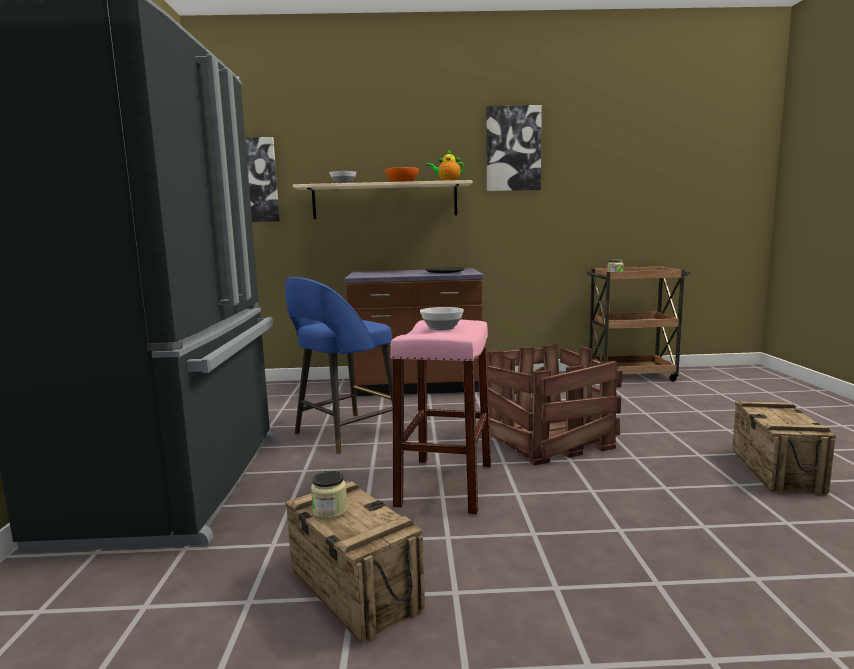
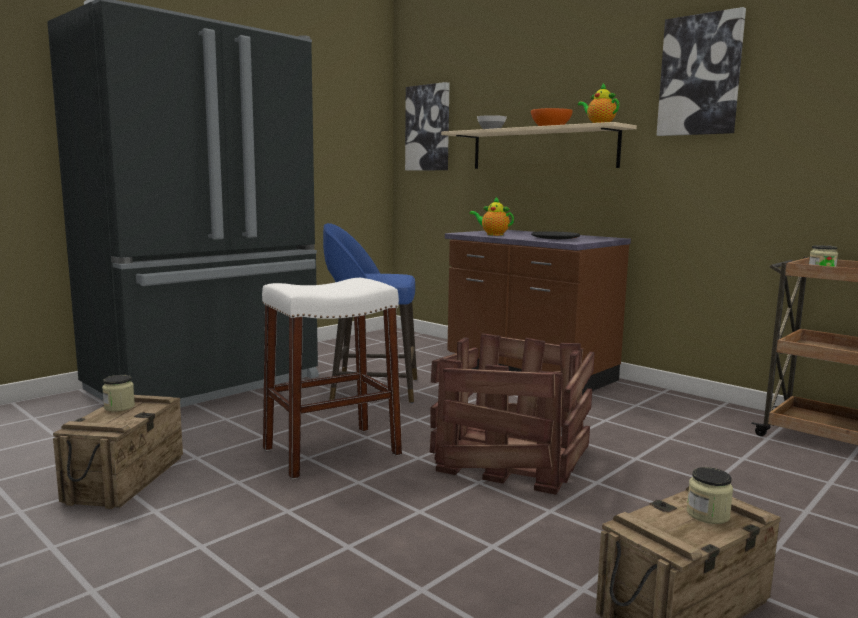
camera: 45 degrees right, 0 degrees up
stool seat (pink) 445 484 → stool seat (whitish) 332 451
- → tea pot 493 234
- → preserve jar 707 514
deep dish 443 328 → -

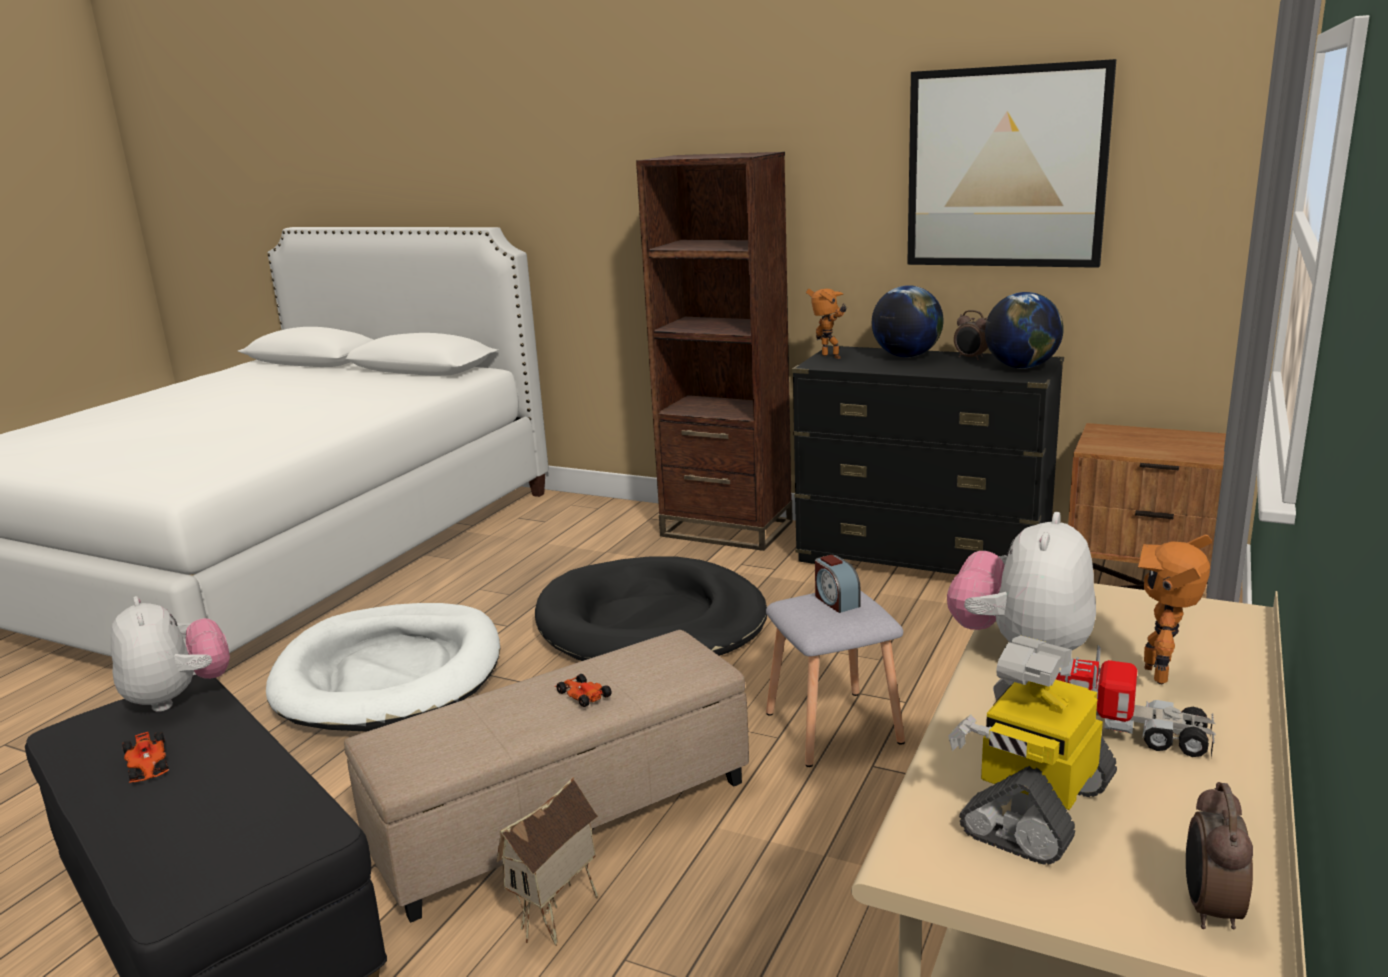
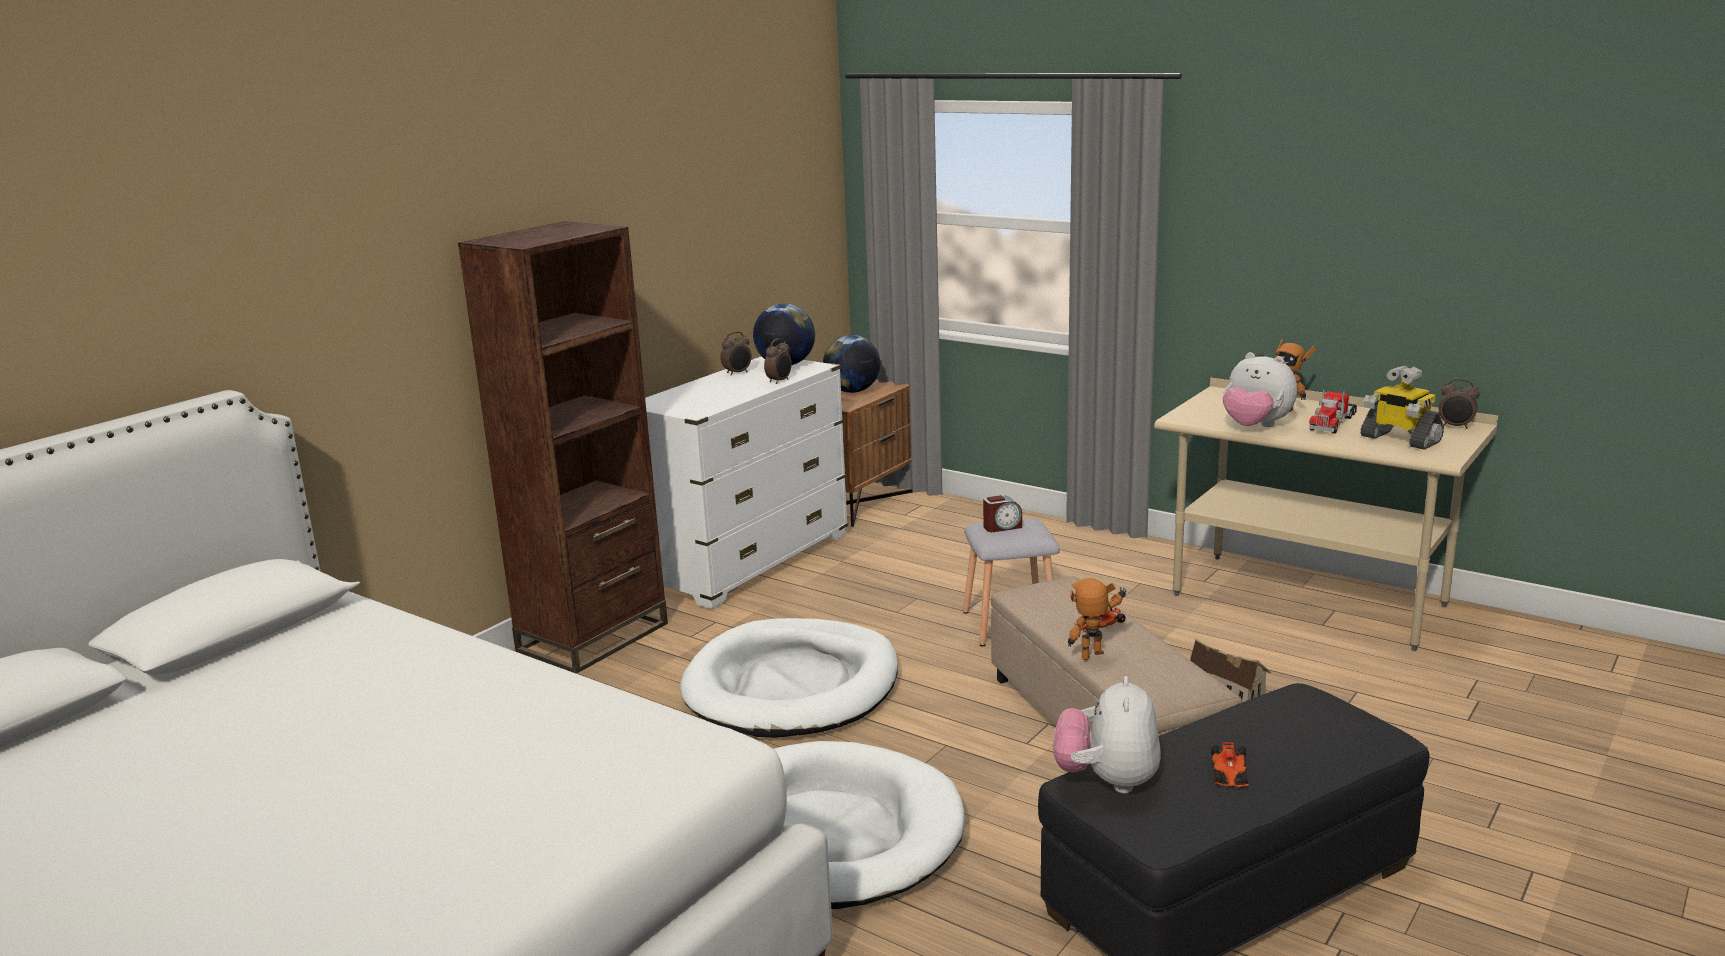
camera: 80 degrees left, 0 degrees up
chest of drawers (black) 923 559 → chest of drawers (whitish) 748 562
pet bed (black) 651 623 → pet bed (whitish) 792 686
- → table clock 779 381
desk globe 906 356 → desk globe 852 391, moved
cuddly toy 178 697 → cuddly toy 1107 781, 60 degrees counterclockwise
model robot 829 357 → model robot 1095 658, moved
model car 148 765 → model car 1229 773, 120 degrees clockwise
picture 1006 168 → -

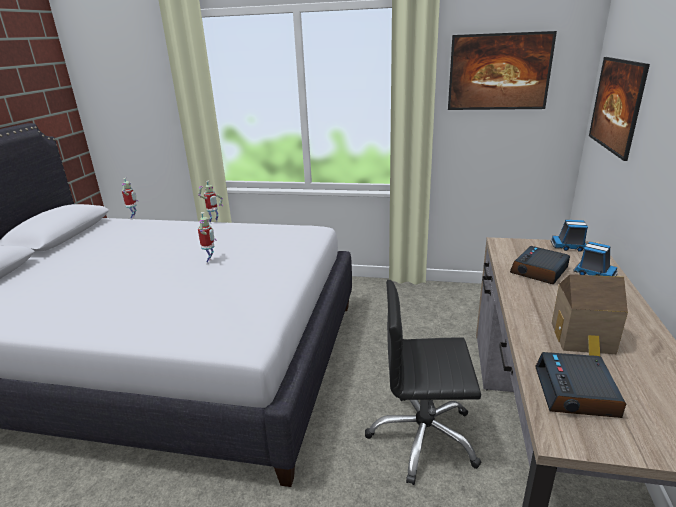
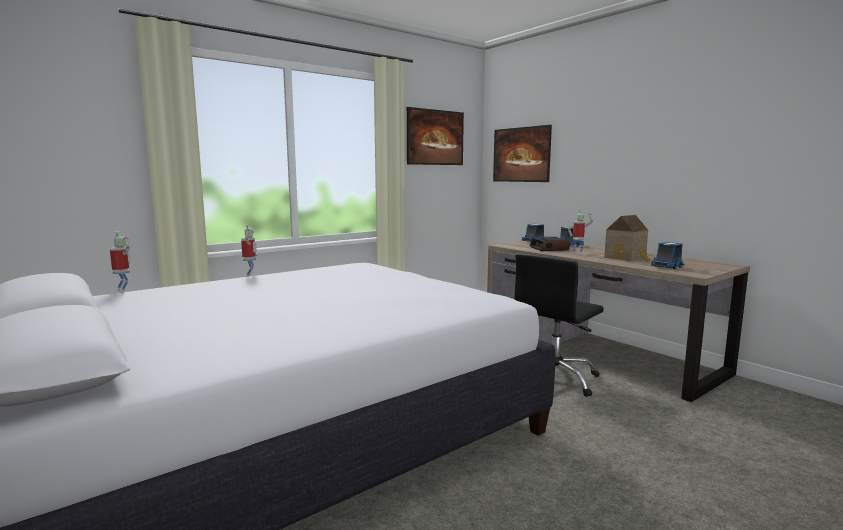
camera: 50 degrees left, 15 degrees down
model robot 210 262 → model robot 577 253, moved
table clock 576 393 → toy truck 667 267

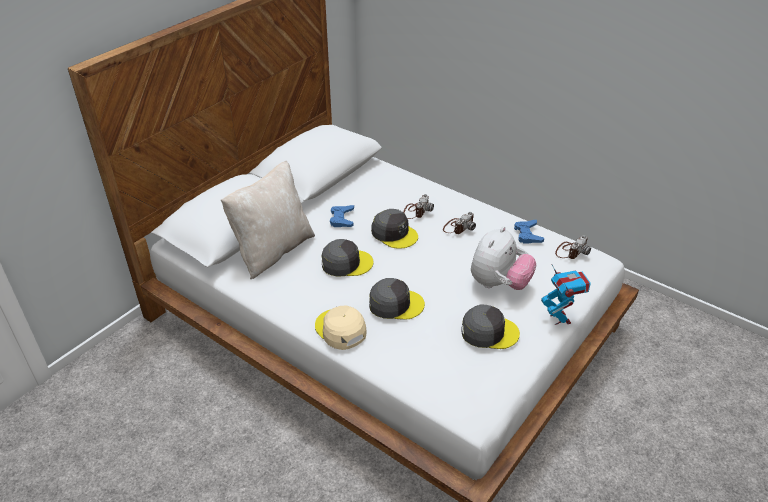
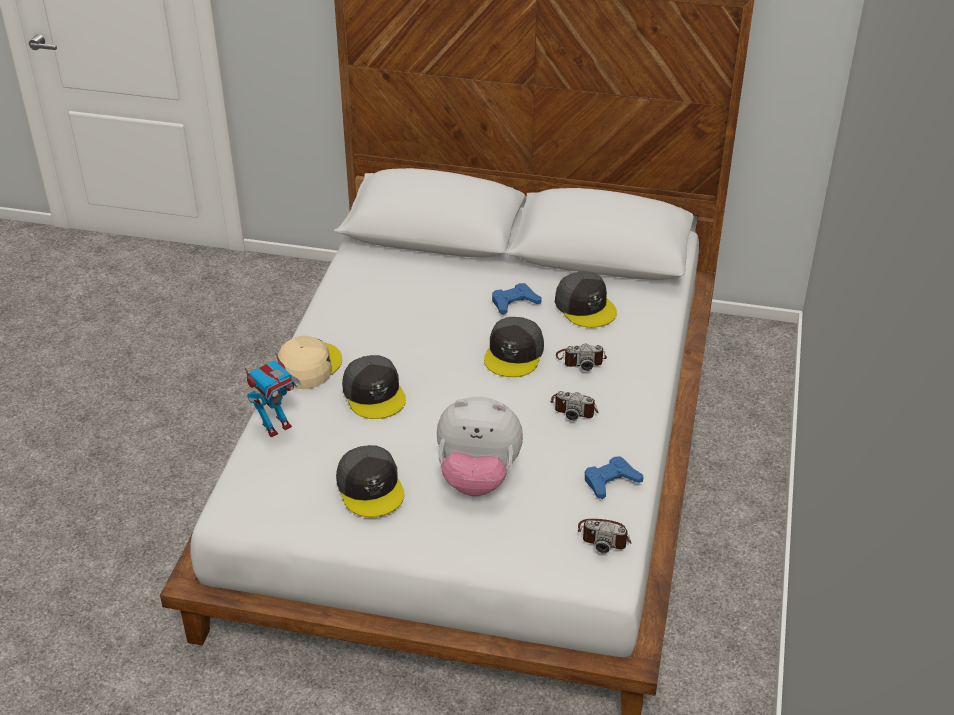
camera: 65 degrees right, 0 degrees up
model robot 560 318 → model robot 276 426, moved
peaked cap (greyish) 346 263 → peaked cap (greyish) 585 306, moved
throw pillow (beige-coloured) 273 250 → -

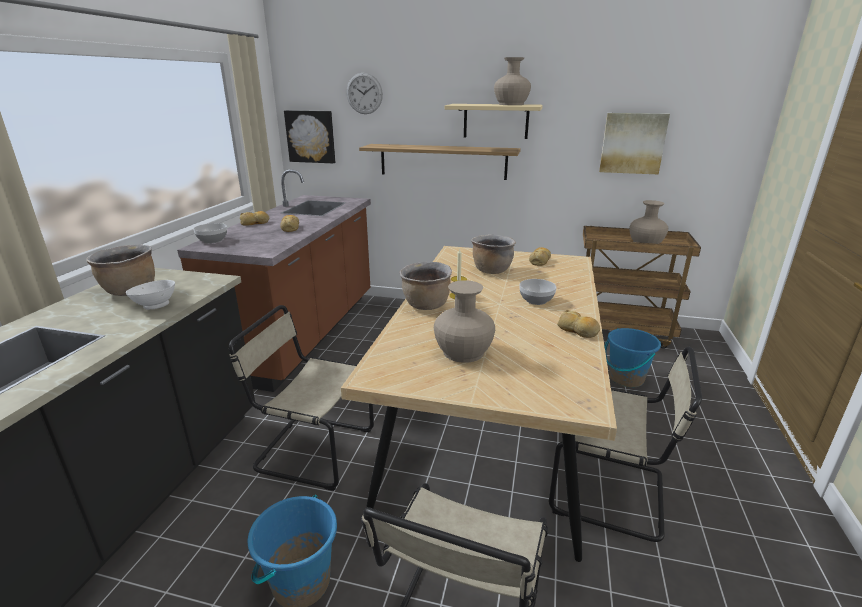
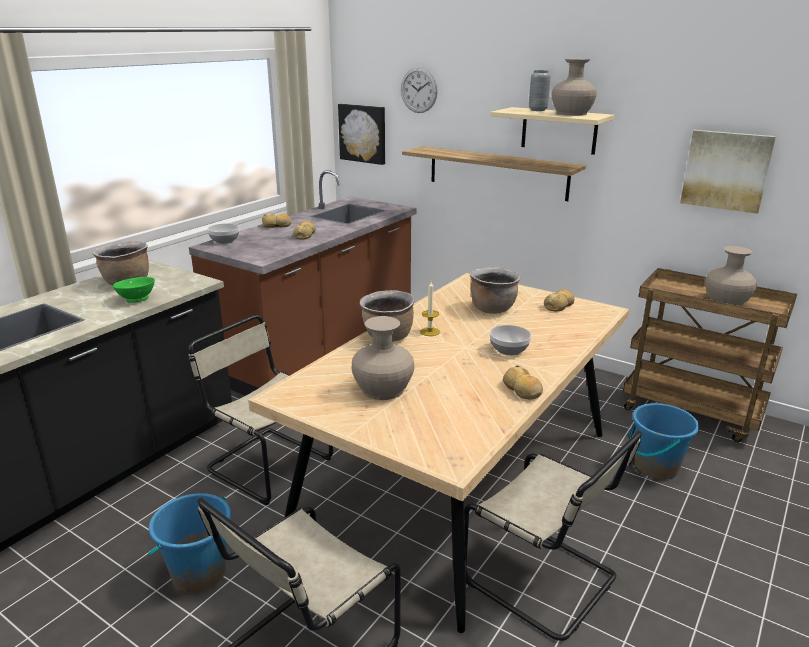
camera: 20 degrees right, 0 degrees up
deep dish (whitish) 156 305 → deep dish (greenish) 137 299
- → decorative vase (greyish) 537 110

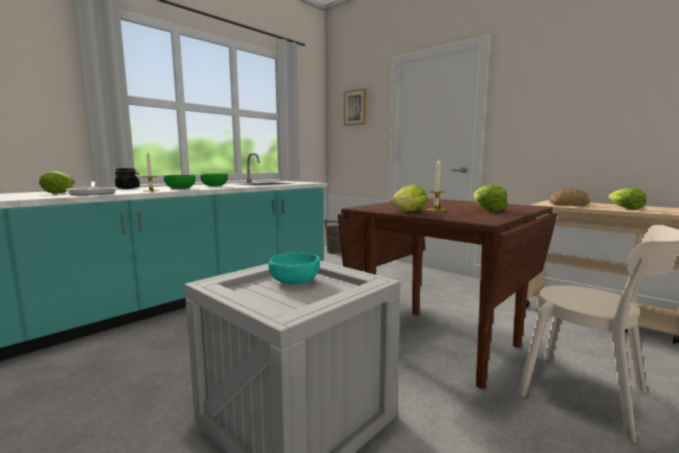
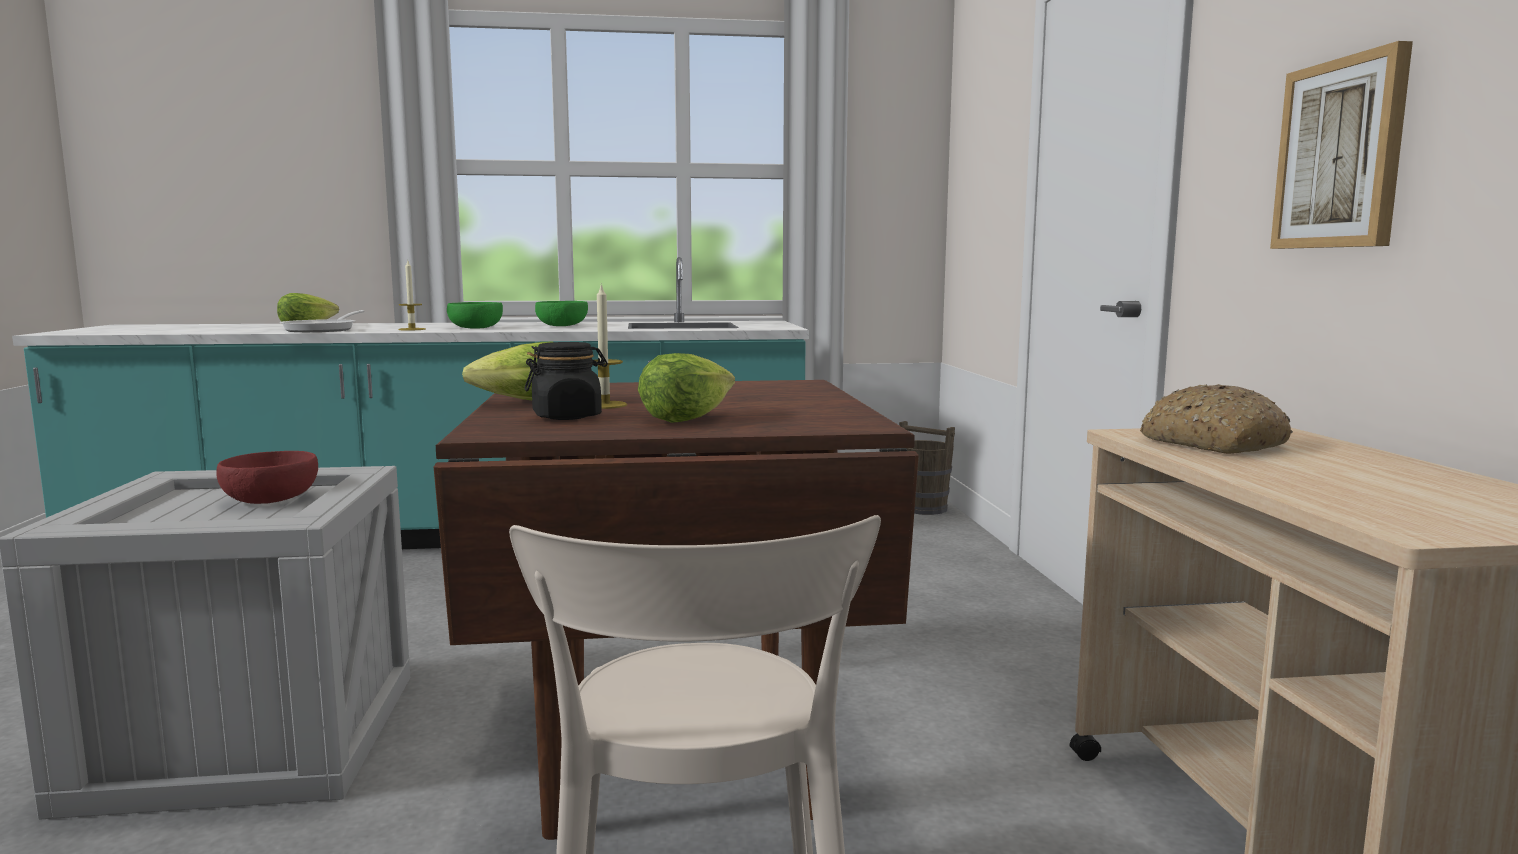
camera: 40 degrees right, 0 degrees up
deep dish (turquoise) 295 280 → deep dish (red-coloured) 272 499
preserve jar (black) 128 188 → preserve jar (black) 567 416, moved
picture 355 107 → picture 1341 154, moved
lettuce 624 208 → -

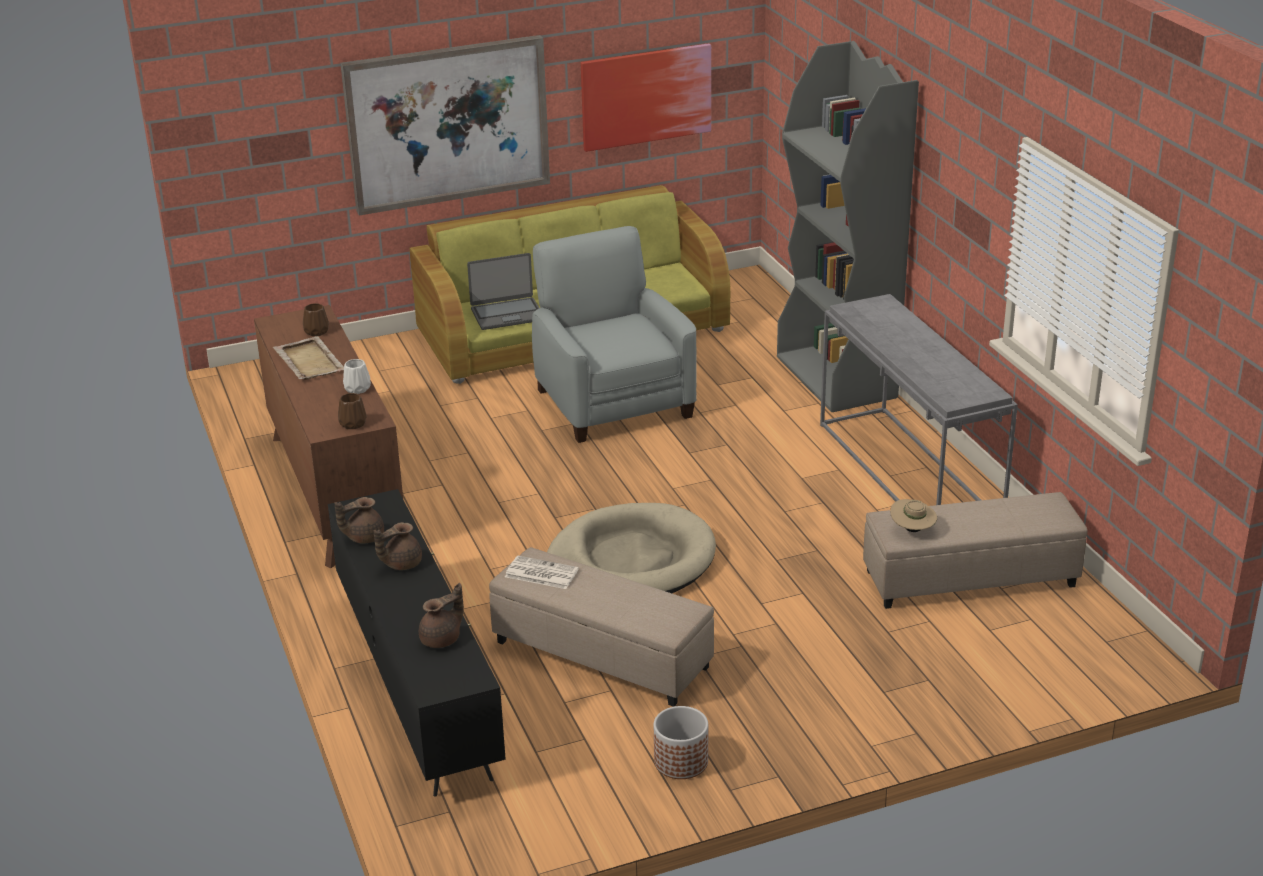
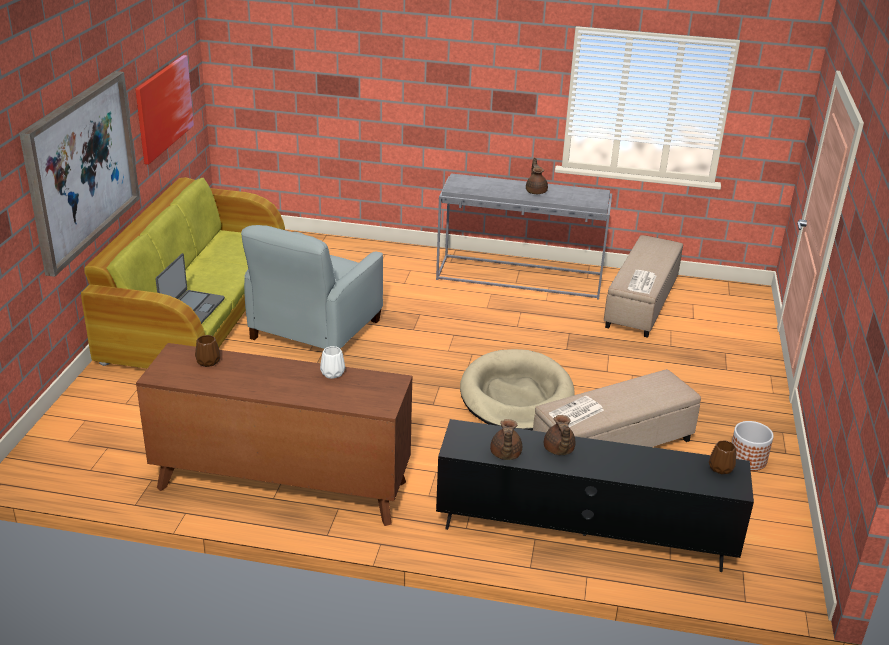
camera: 60 degrees left, 0 degrees up
lounge chair (greyish) 613 402 → lounge chair (greyish) 314 330, 75 degrees counterclockwise
tea pot (brownish) 442 639 → tea pot (brownish) 536 191, moved
clothing hat (beige-coloured) 912 530 → daily paper 642 283
decorative vase (brownish) 352 424 → decorative vase (brownish) 720 468, moved
serving tray (beige-coloured) 309 361 → -
bookshelf (greyish) 837 378 → -

